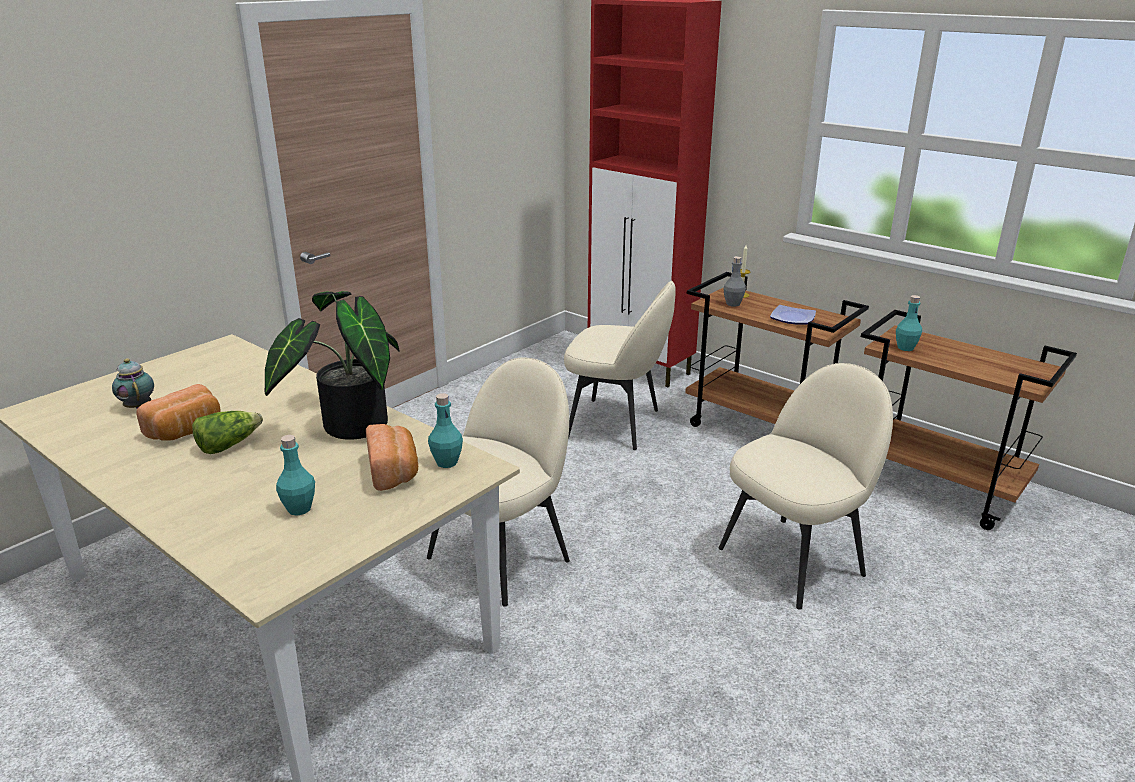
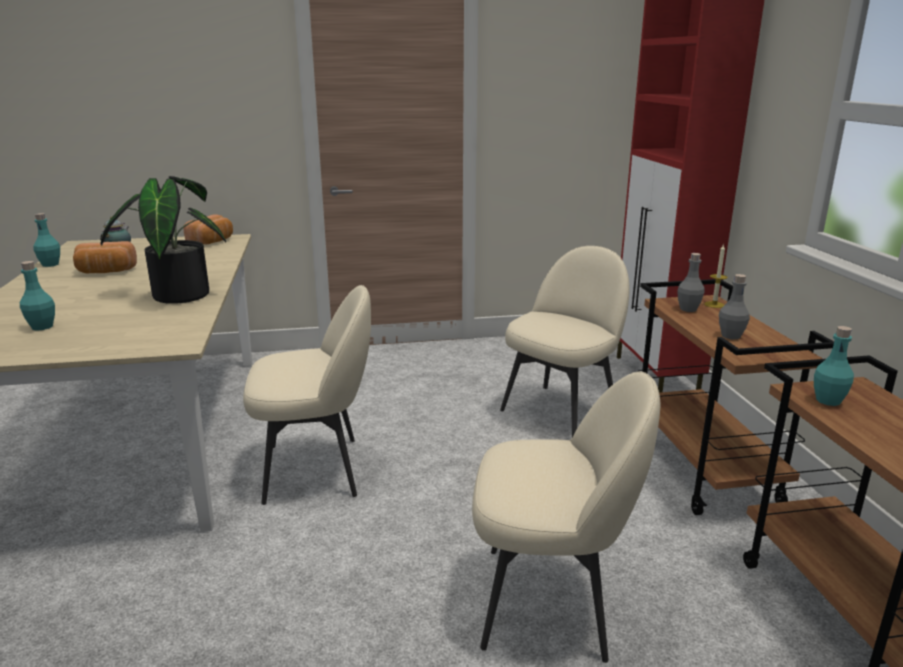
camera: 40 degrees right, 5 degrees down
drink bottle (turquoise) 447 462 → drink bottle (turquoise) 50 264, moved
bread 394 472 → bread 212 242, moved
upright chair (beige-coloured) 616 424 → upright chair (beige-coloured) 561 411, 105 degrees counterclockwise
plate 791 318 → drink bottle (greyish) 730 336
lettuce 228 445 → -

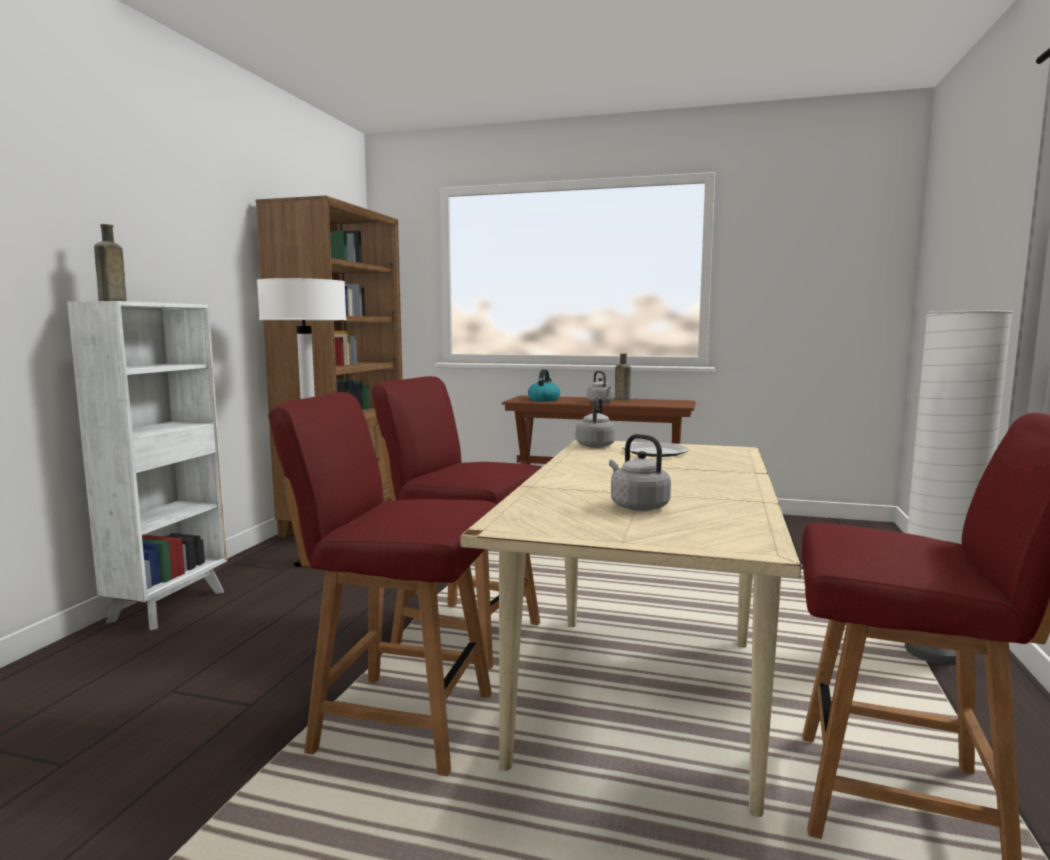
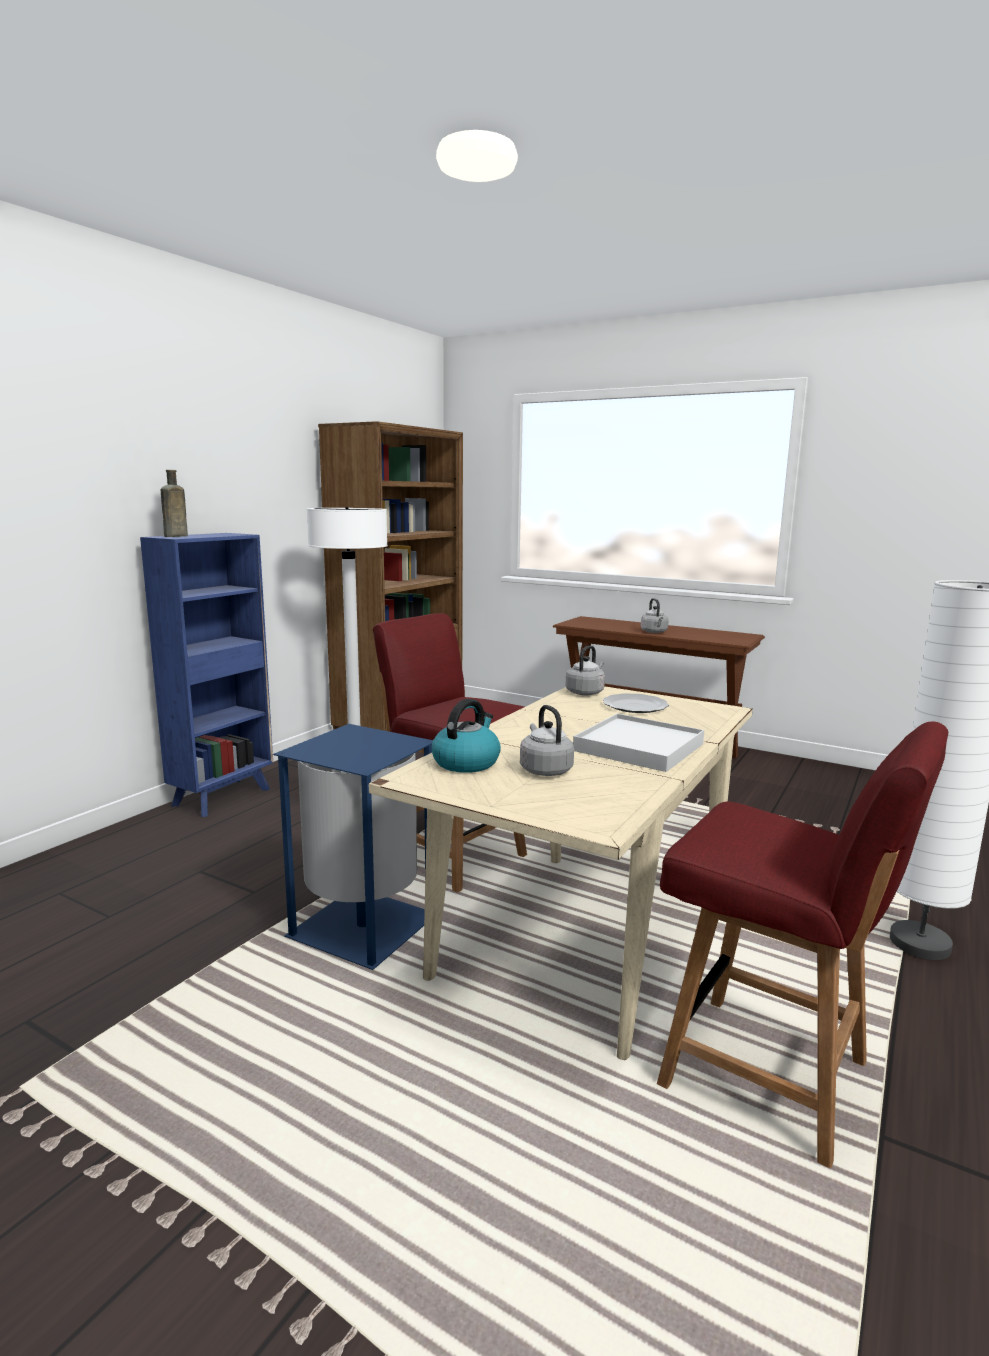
camera: 15 degrees right, 5 degrees up
bookshelf (whitish) 170 605 → bookshelf (bluish) 223 796
upright chair (red-coloured) 400 720 → waste bin (bluish) 362 924
kettle 544 400 → kettle 466 762, moved
- → serving tray (whitish) 639 747
drink bottle (brownish) 621 399 → -

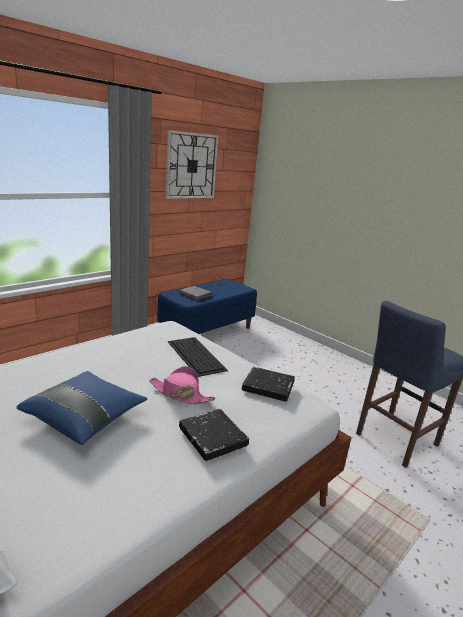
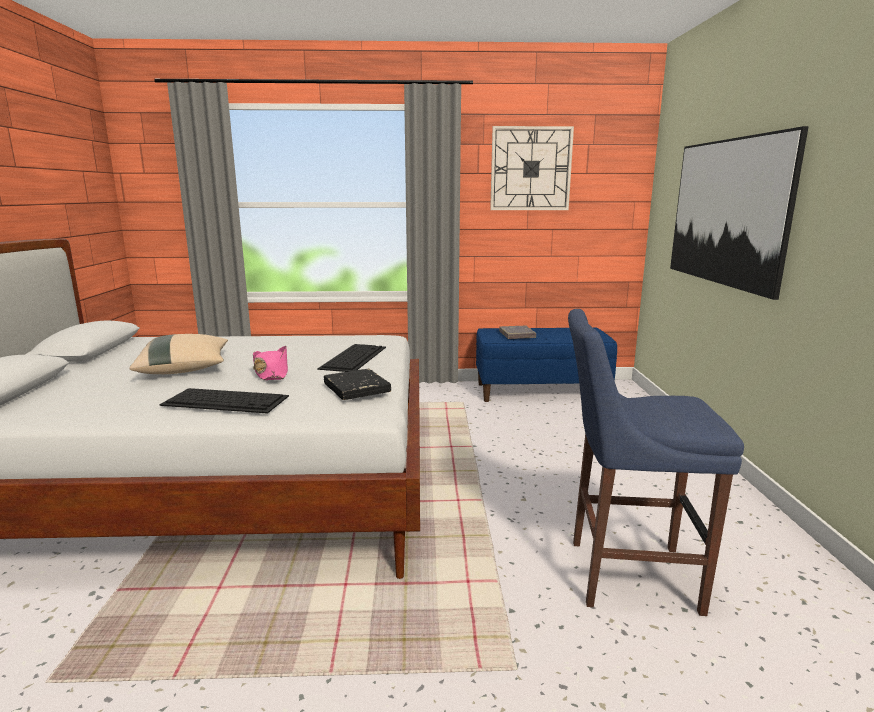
camera: 45 degrees right, 5 degrees down
throw pillow (bluish) 85 418 → throw pillow (beige-coloured) 185 369
book (black) 213 437 → PC keyboard 227 400
- → picture 726 212

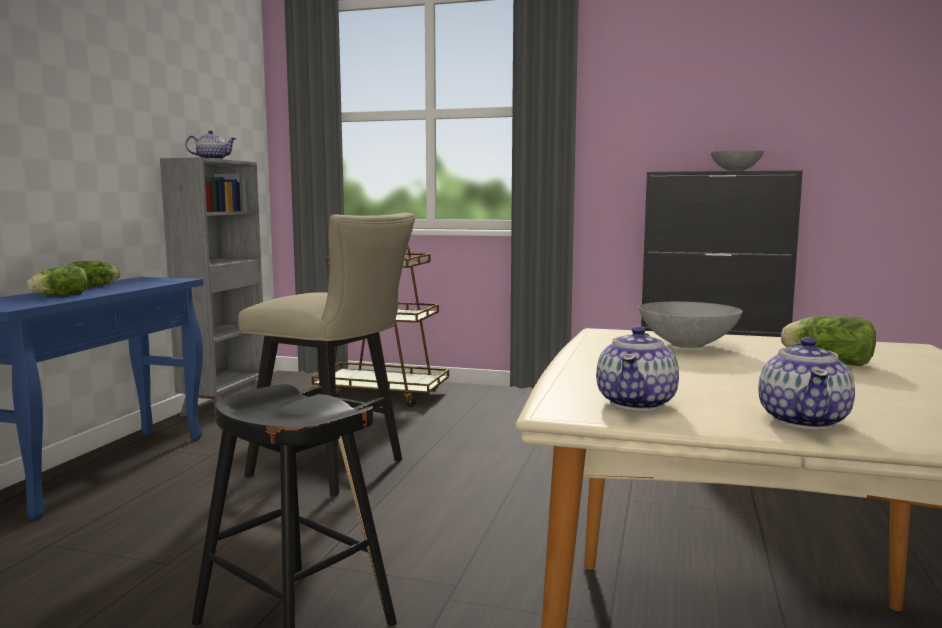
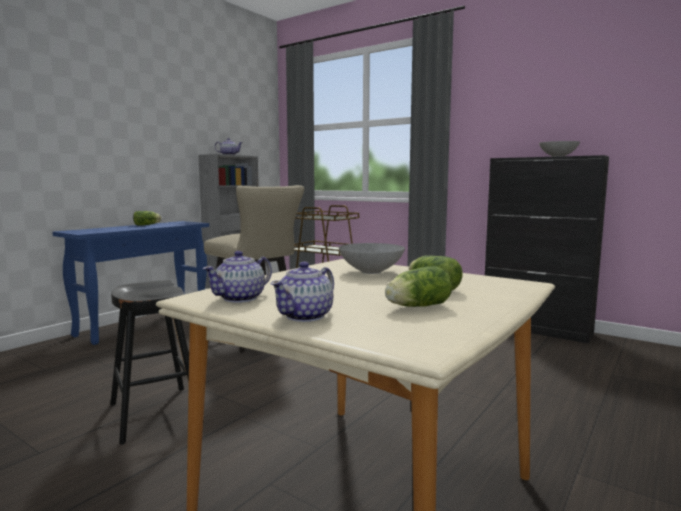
camera: 20 degrees right, 0 degrees up
lettuce 58 296 → lettuce 416 306, moved

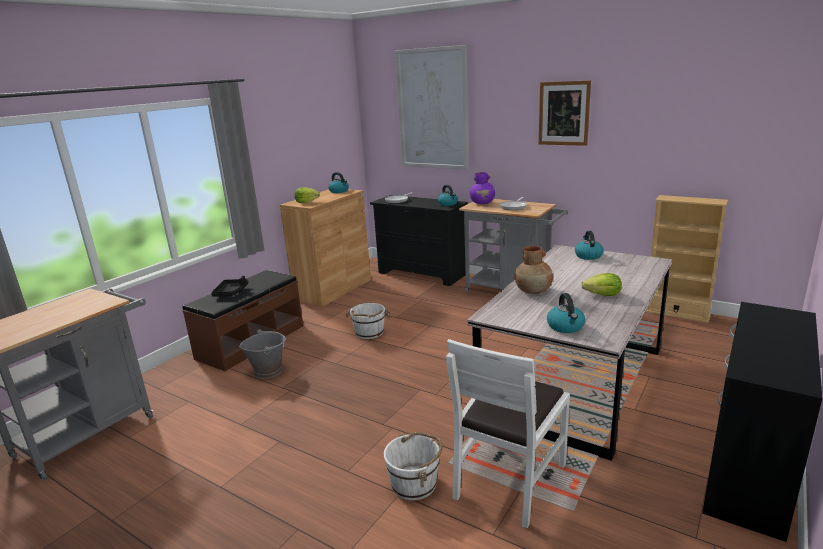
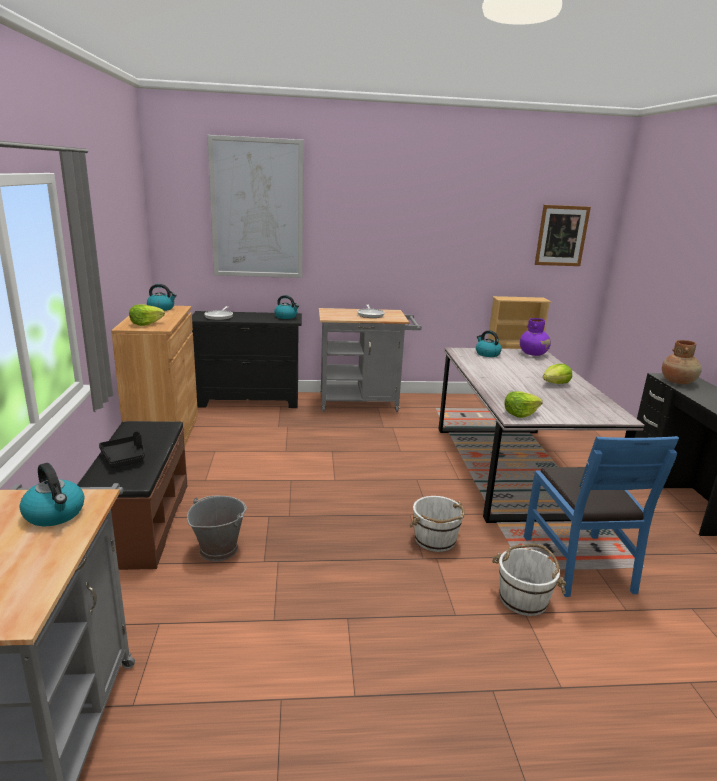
camera: 40 degrees left, 0 degrees up
kettle 565 327 → kettle 55 514, moved
pail (whitish) 369 333 → pail (whitish) 435 540, moved
- → lettuce 520 414
decorative vase (purple) 482 203 → decorative vase (purple) 533 354, moved
upright chair (whitish) 508 479 → upright chair (bluish) 578 563
picture 564 113 → picture 561 236, moved
decorative vase (brownish) 533 291 → decorative vase (brownish) 678 382, moved

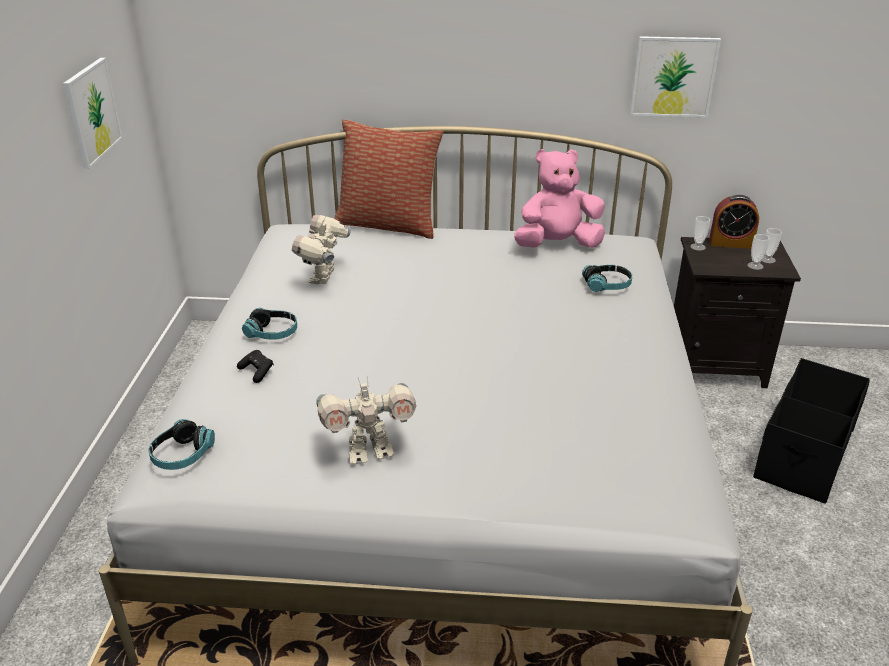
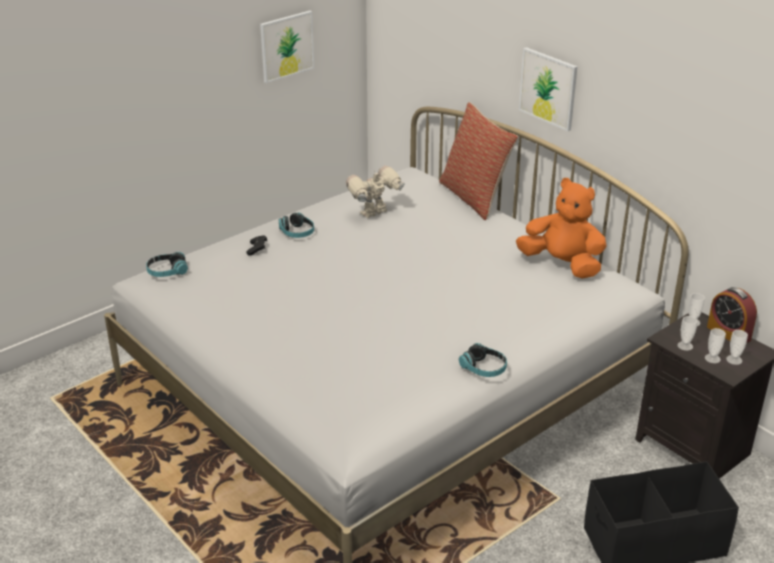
camera: 45 degrees right, 0 degrees up
headphones 607 285 → headphones 483 368, moved
cuddly toy (pink) 557 245 → cuddly toy (orange-coloured) 562 264
picture 673 77 → picture 548 88, moved
- → drinking cup 685 346
model robot 369 451 → -

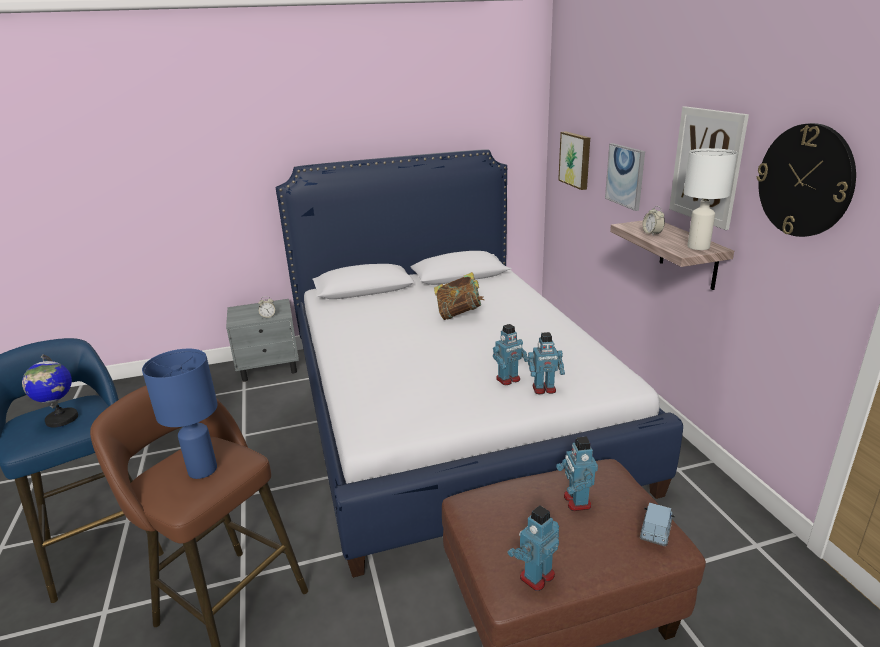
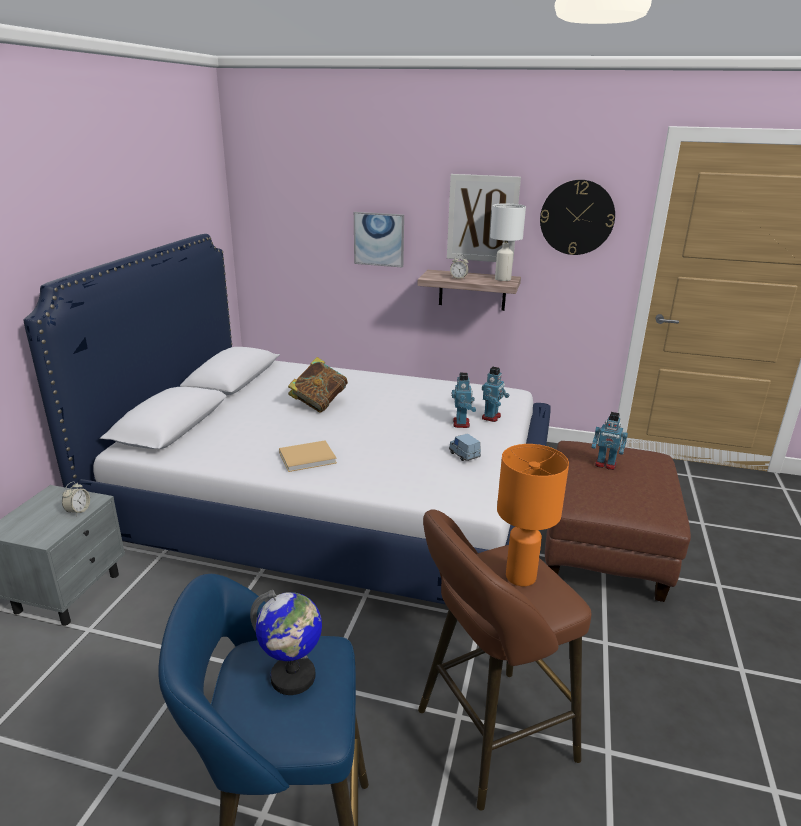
camera: 60 degrees left, 0 degrees up
- → book (beige-coloured) 309 457
model car (bluish) 655 532 → model car (bluish) 464 455, moved
lamp for a table (bluish) 201 470 → lamp for a table (orange-coloured) 521 577
model robot 536 576 → -
picture 576 159 → -

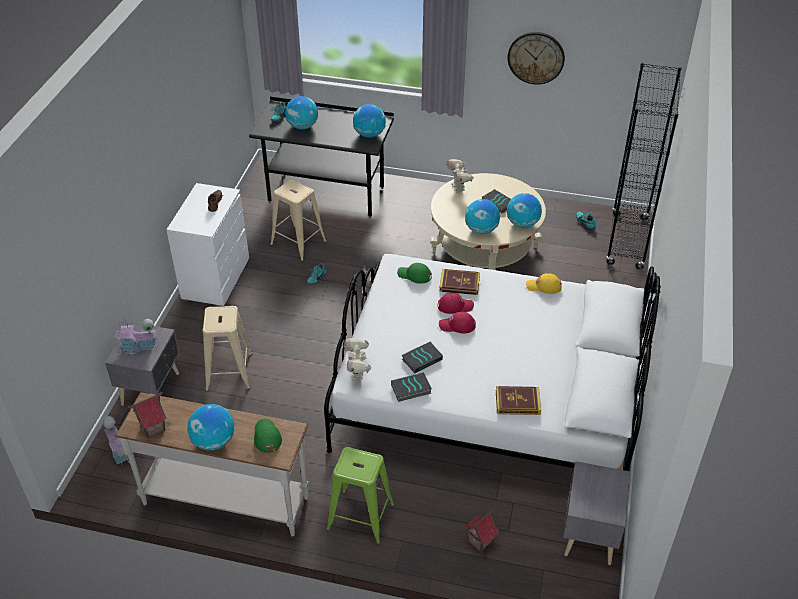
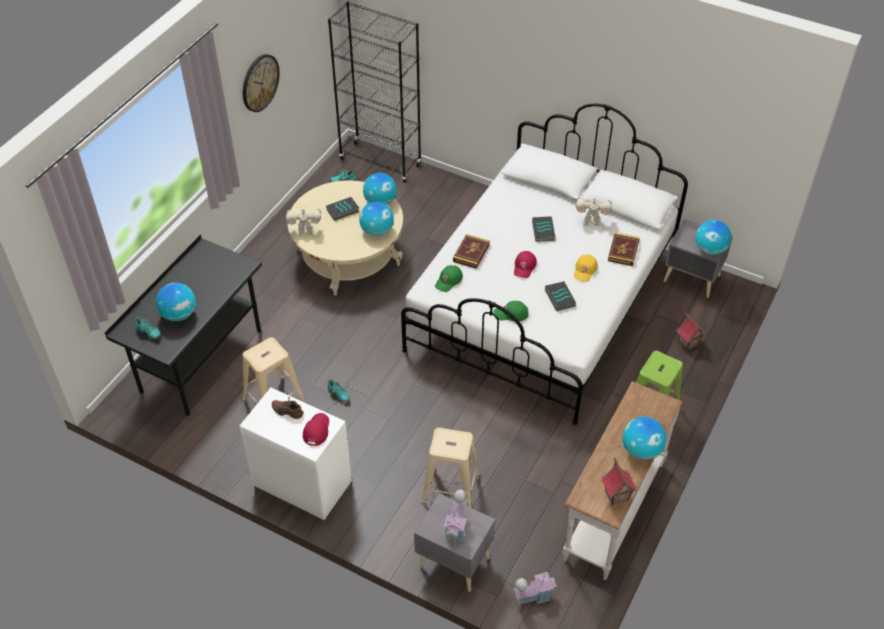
camera: 75 degrees left, 5 degrees up
peaked cap (red-coloured) 455 306 → peaked cap (red-coloured) 316 430, moved
peaked cap (greenish) 266 437 → peaked cap (greenish) 511 314, moved
book 410 390 → book 544 231, moved
peaked cap (yellowish) 543 286 → peaked cap (yellowish) 585 270, moved
model robot 357 373 → model robot 591 222, moved
desk globe 369 134 → desk globe 710 249, moved

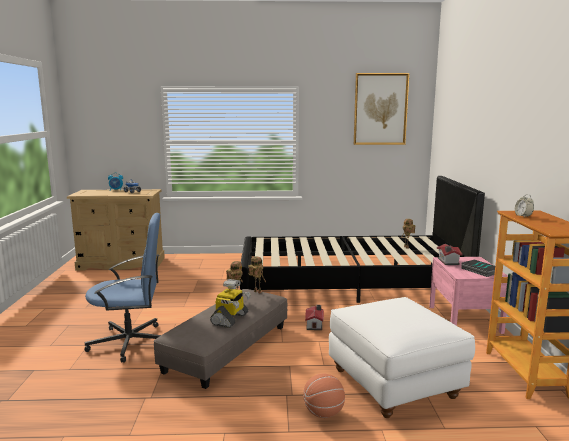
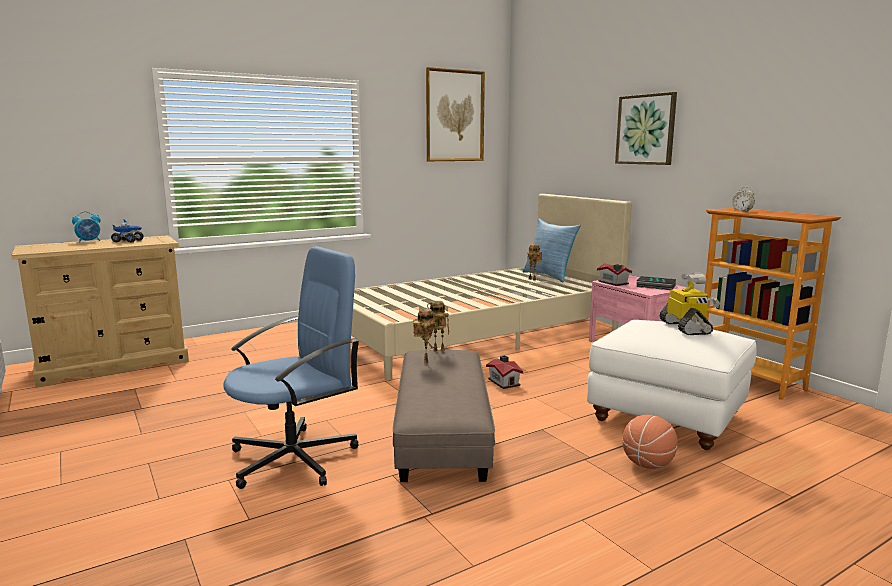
camera: 30 degrees left, 0 degrees up
bedroom bed (black) 349 285 → bedroom bed (beige-coloured) 479 335
- → throw pillow 549 276
- → picture 646 129
model robot 230 319 → model robot 686 328, moved

